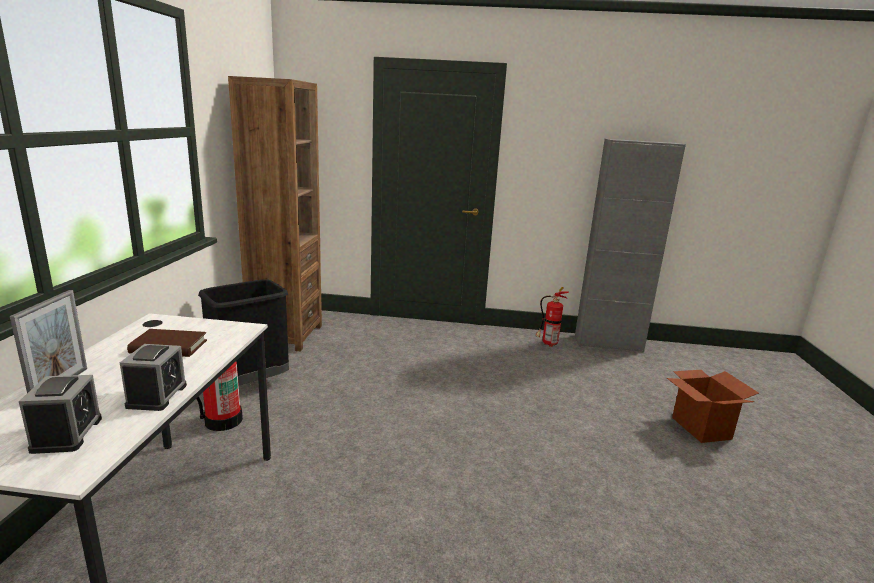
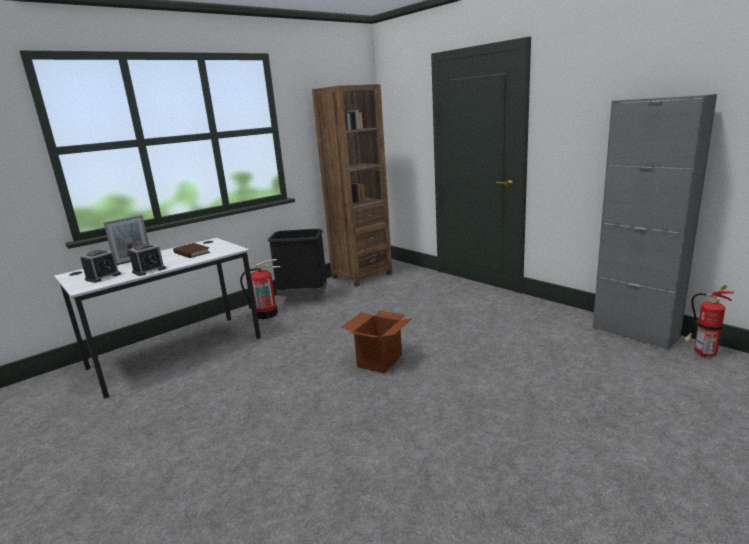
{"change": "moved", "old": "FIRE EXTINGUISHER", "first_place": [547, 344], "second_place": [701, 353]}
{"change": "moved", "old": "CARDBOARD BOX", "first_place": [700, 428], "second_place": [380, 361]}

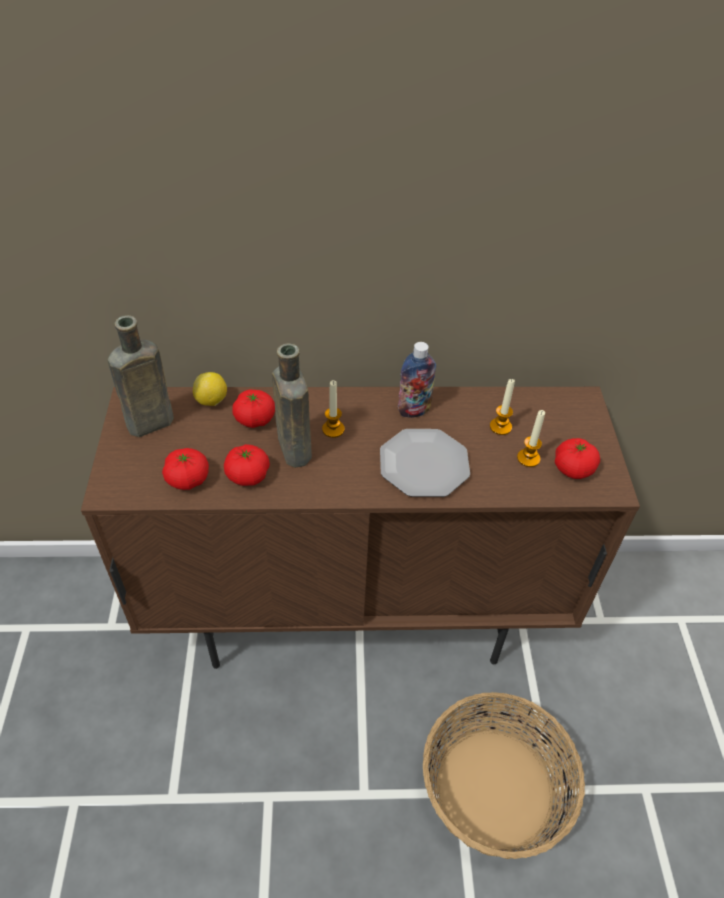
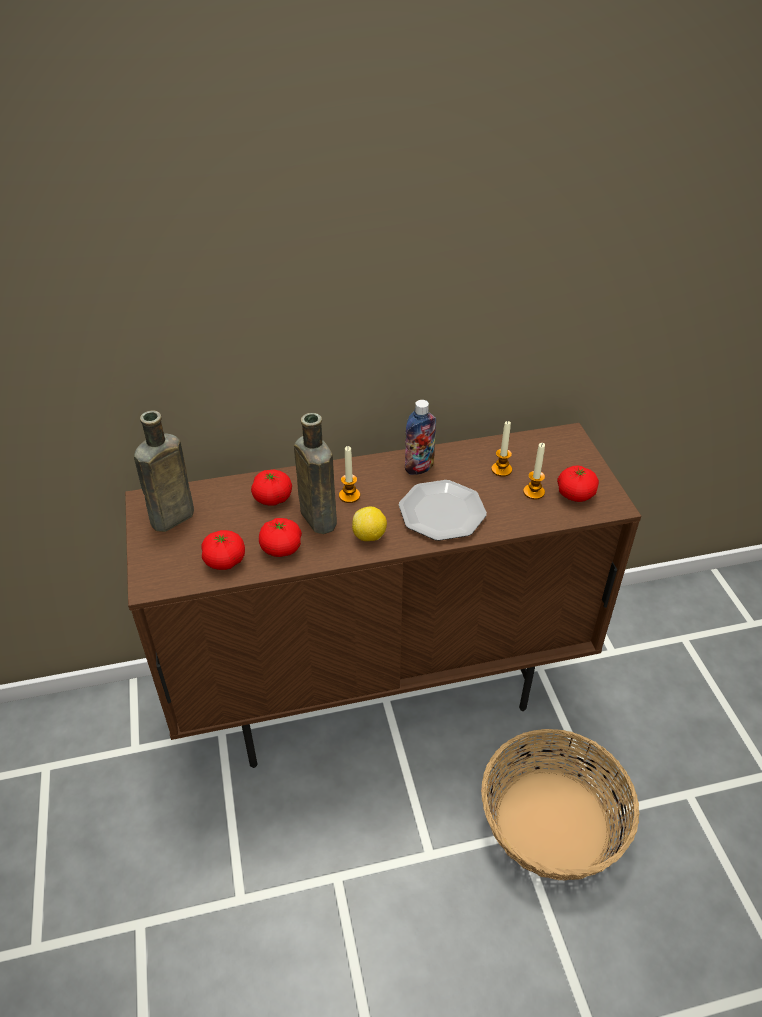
{"change": "moved", "old": "LEMON", "first_place": [212, 401], "second_place": [369, 536]}

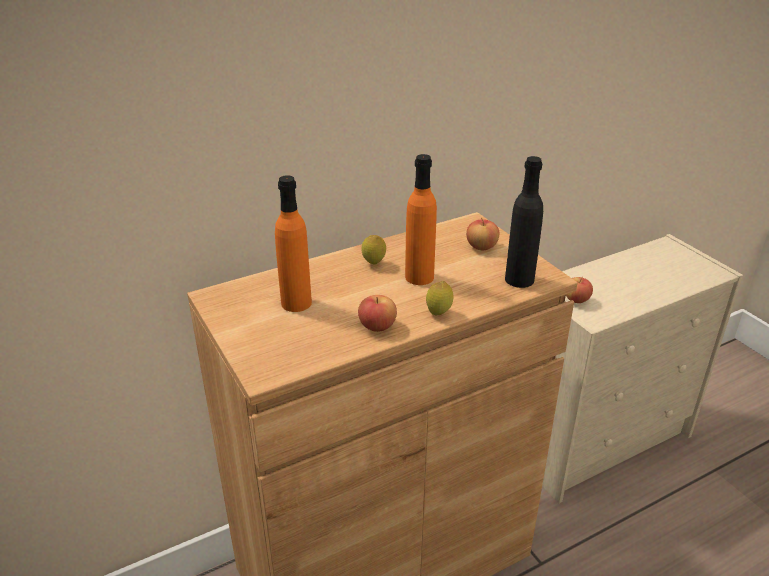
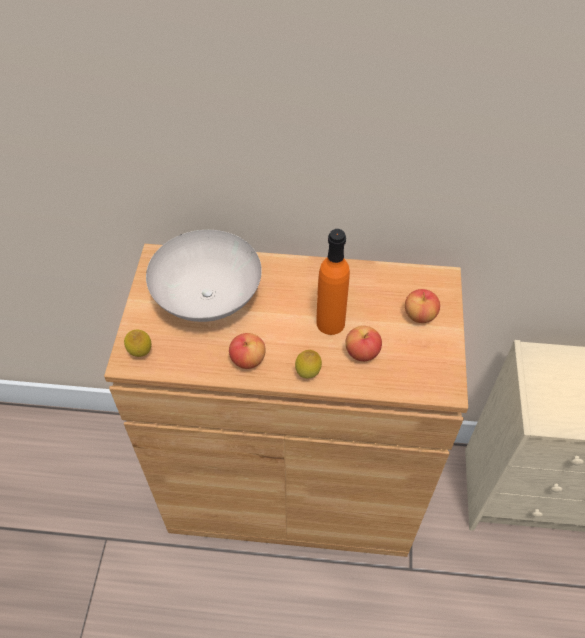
{"change": "removed", "old": "BLACK BOTTLE", "first_place": [519, 279]}
{"change": "moved", "old": "LEMON", "first_place": [373, 264], "second_place": [141, 353]}
{"change": "moved", "old": "APPLE", "first_place": [576, 299], "second_place": [362, 352]}
{"change": "replaced", "old": "ORANGE BOTTLE", "new": "WHITE BOWL", "first_place": [296, 303], "second_place": [210, 298]}

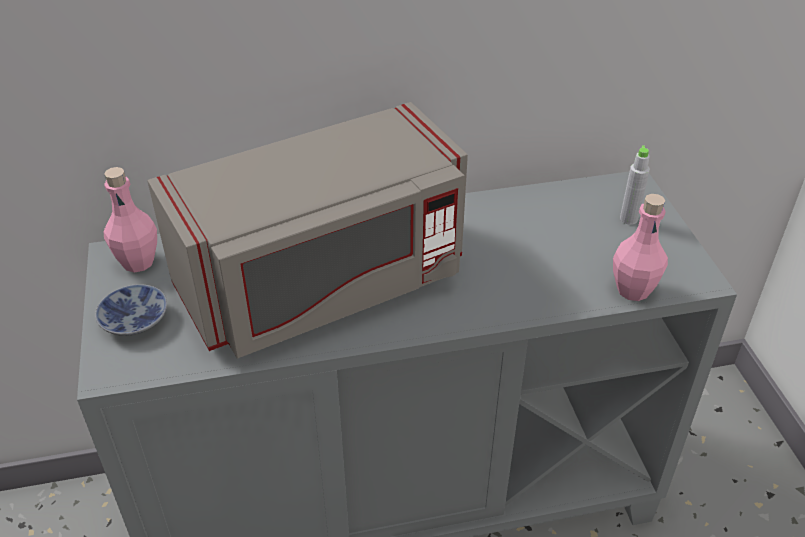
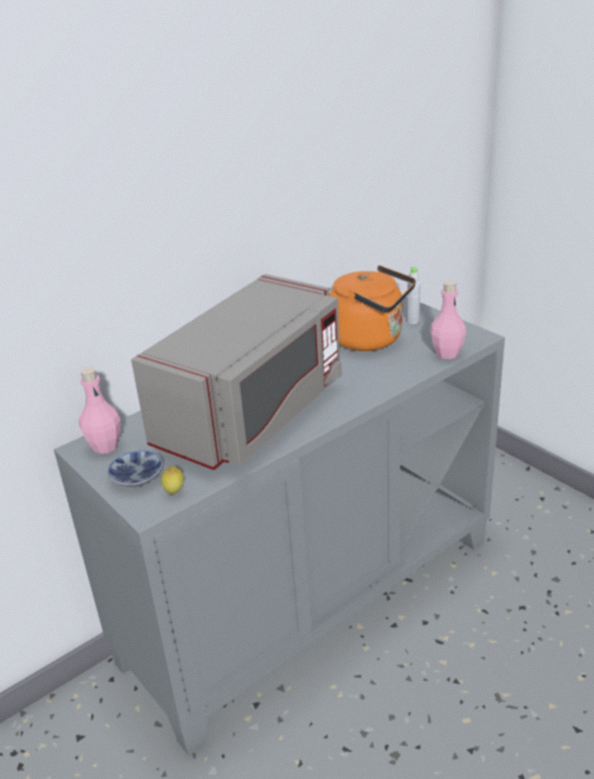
{"change": "added", "new": "LEMON", "second_place": [174, 492]}
{"change": "added", "new": "ORANGE KETTLE", "second_place": [371, 339]}

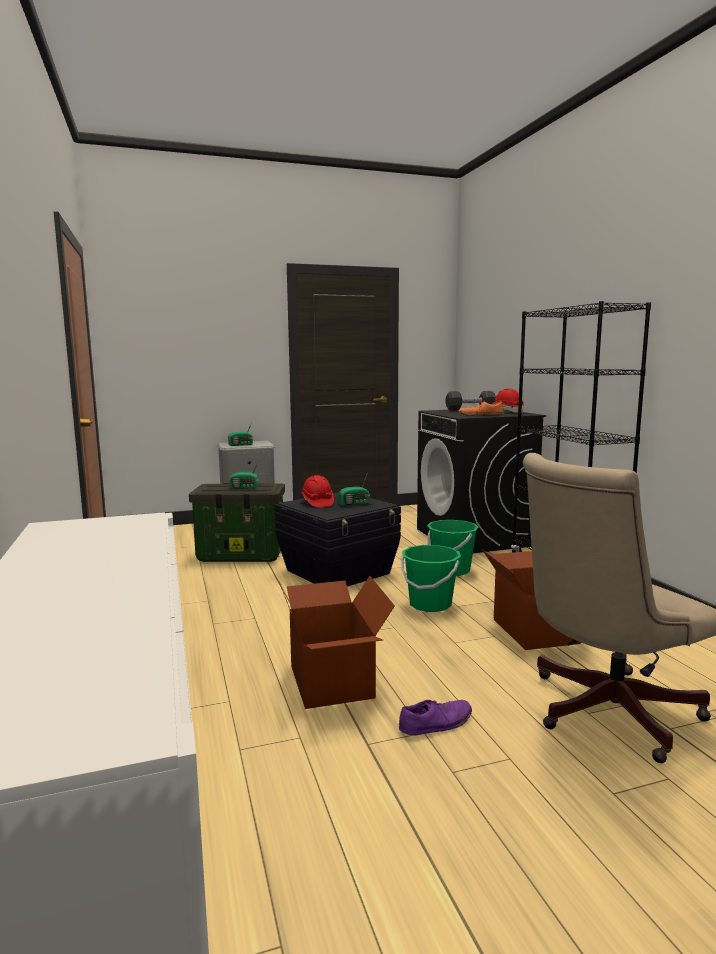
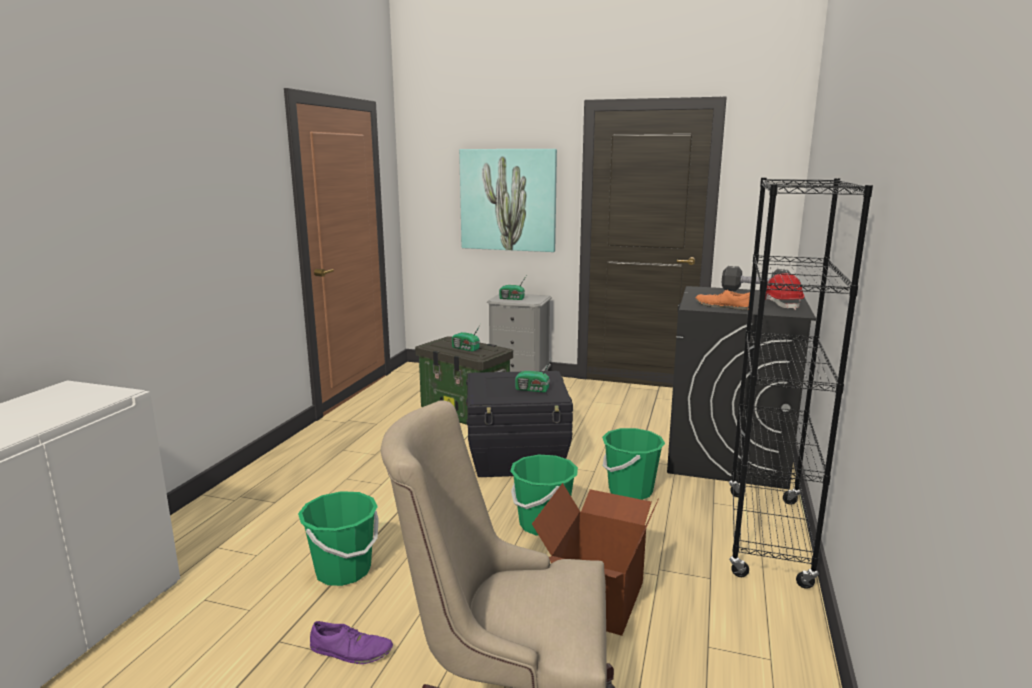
{"change": "removed", "old": "RED HARD HAT", "first_place": [317, 502]}
{"change": "added", "new": "PICTURE", "second_place": [508, 200]}
{"change": "replaced", "old": "CARDBOARD BOX", "new": "GREEN BUCKET", "first_place": [333, 681], "second_place": [343, 571]}

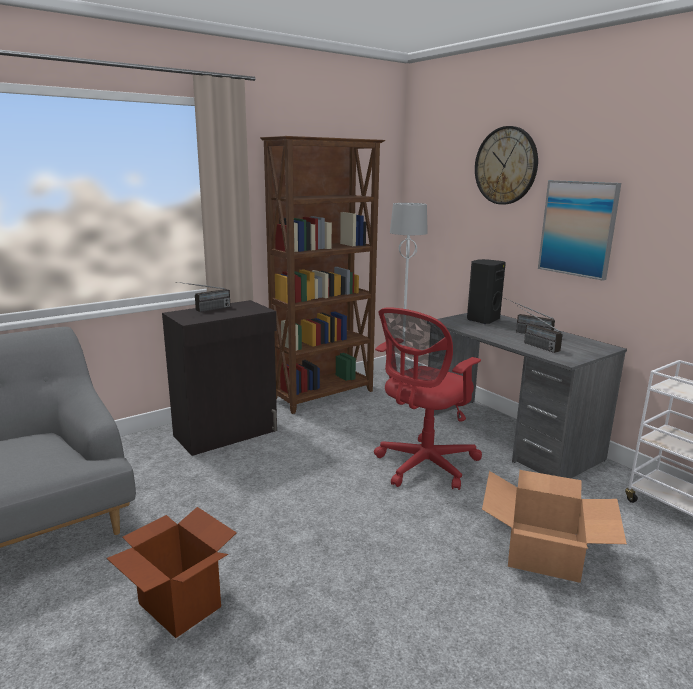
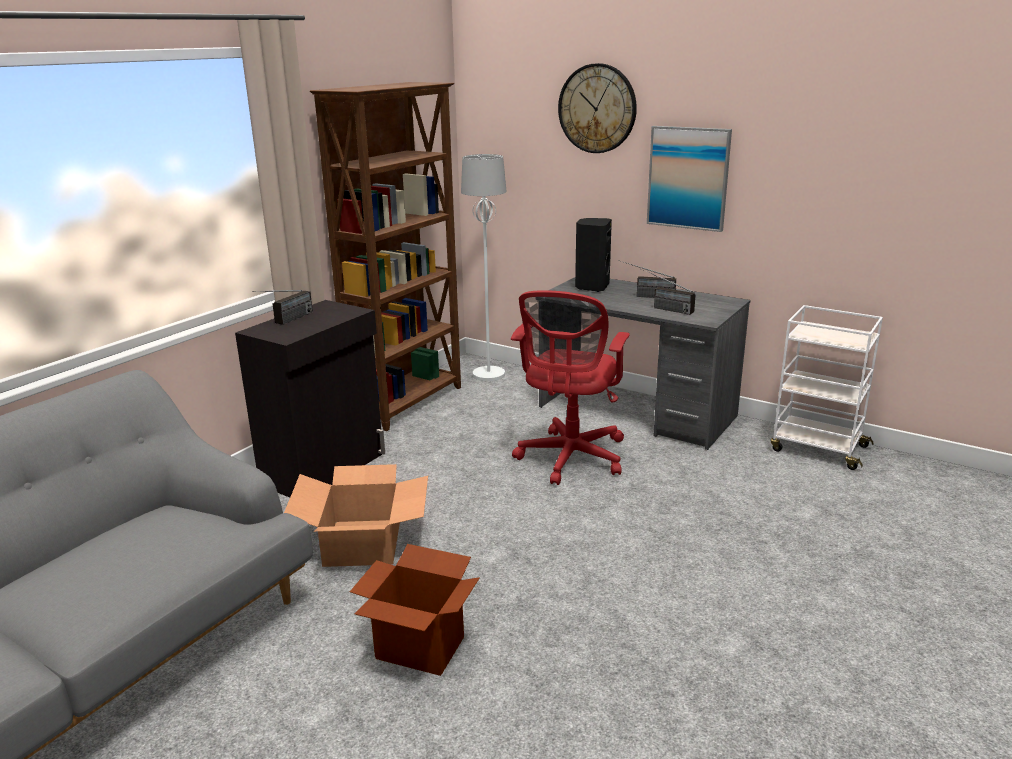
{"change": "moved", "old": "CARDBOARD BOX", "first_place": [544, 550], "second_place": [364, 542]}

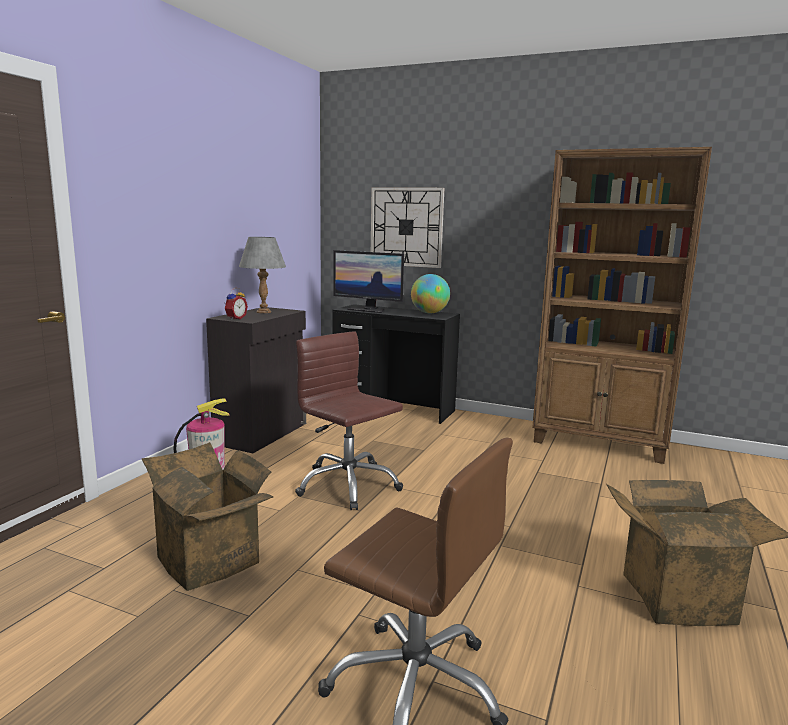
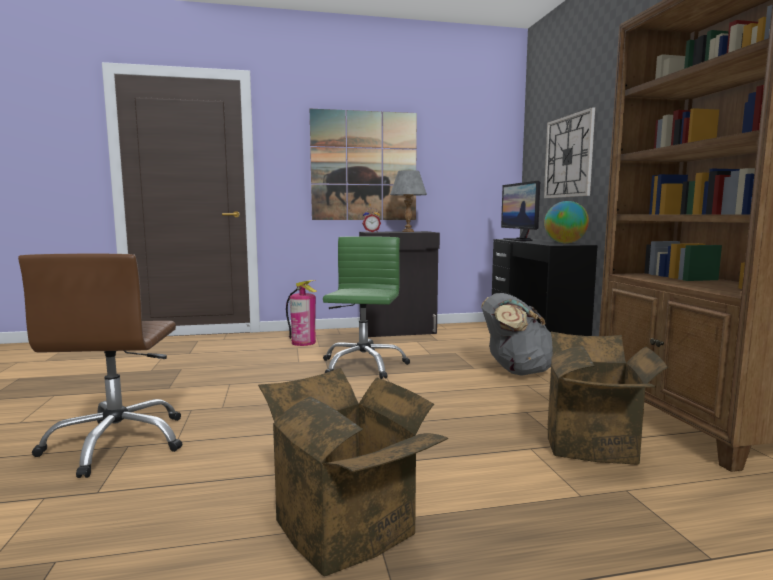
{"change": "added", "new": "PICTURE", "second_place": [364, 166]}
{"change": "added", "new": "GREY BACKPACK", "second_place": [516, 371]}
{"change": "moved", "old": "CARDBOARD BOX", "first_place": [213, 559], "second_place": [595, 444]}
{"change": "recoloured", "old": "BROWN OFFICE CHAIR", "new": "GREEN OFFICE CHAIR", "first_place": [347, 485], "second_place": [363, 365]}

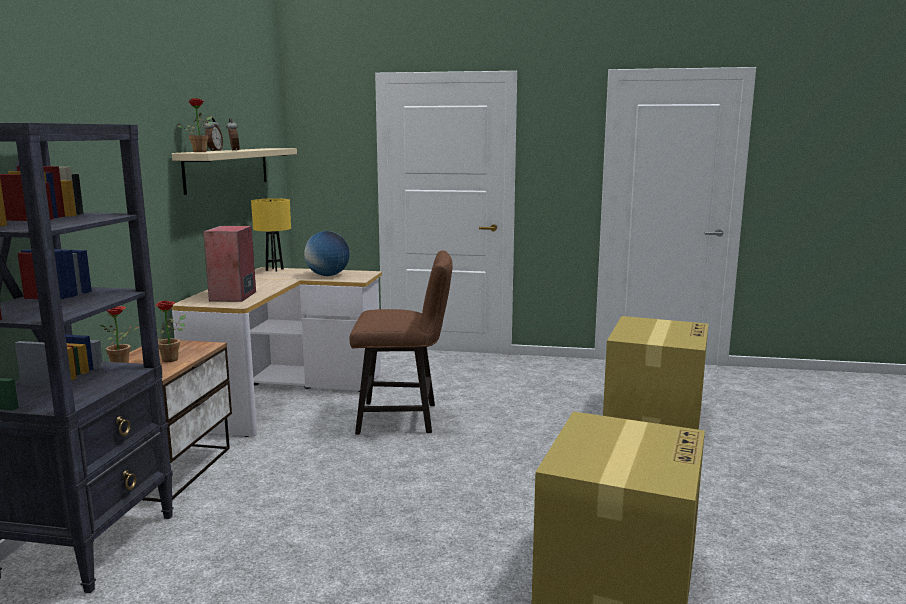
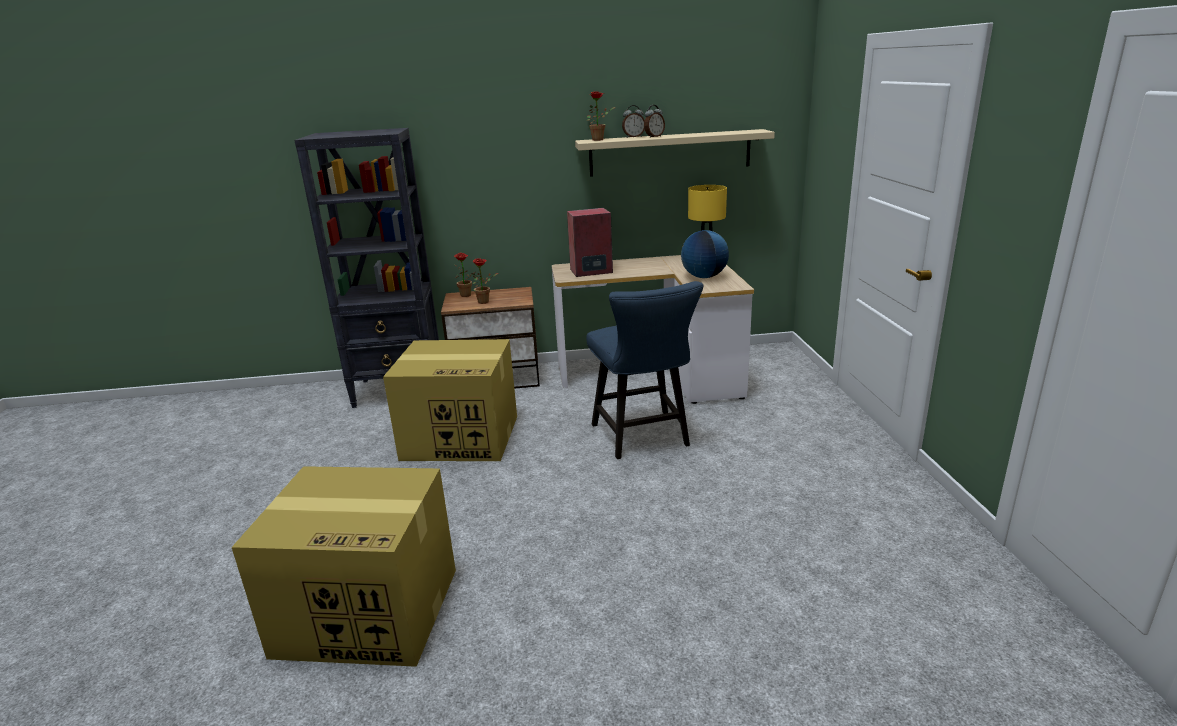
{"change": "moved", "old": "CARDBOARD BOX", "first_place": [653, 414], "second_place": [462, 437]}
{"change": "recoloured", "old": "BROWN CHAIR", "new": "BLUE CHAIR", "first_place": [404, 418], "second_place": [643, 438]}

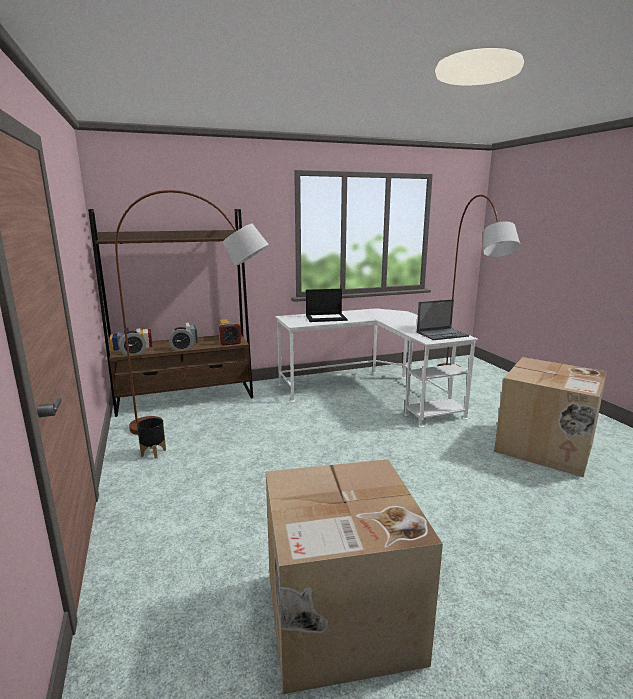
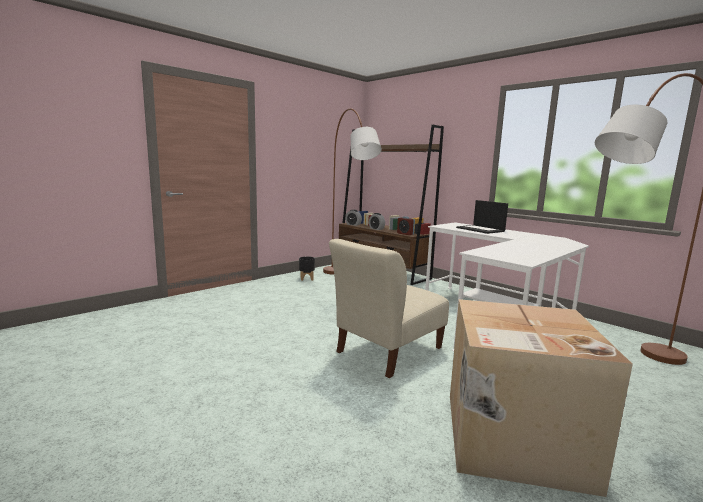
{"change": "removed", "old": "CARDBOARD BOX", "first_place": [339, 618]}
{"change": "removed", "old": "LAPTOP", "first_place": [442, 334]}
{"change": "added", "new": "BEIGE CHAIR", "second_place": [386, 352]}

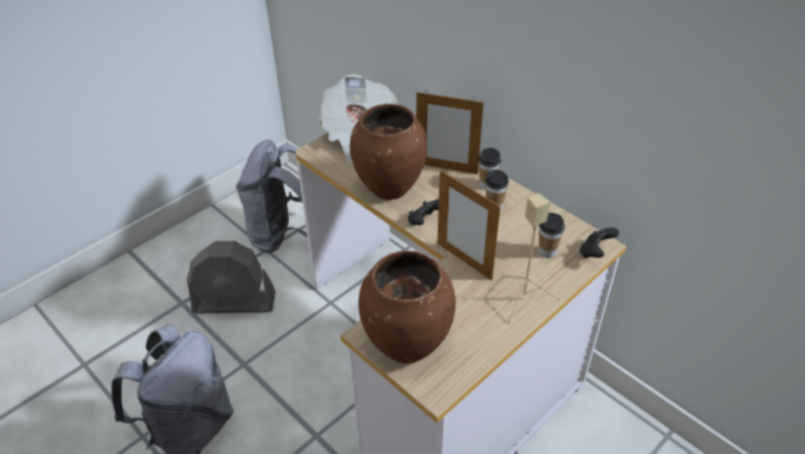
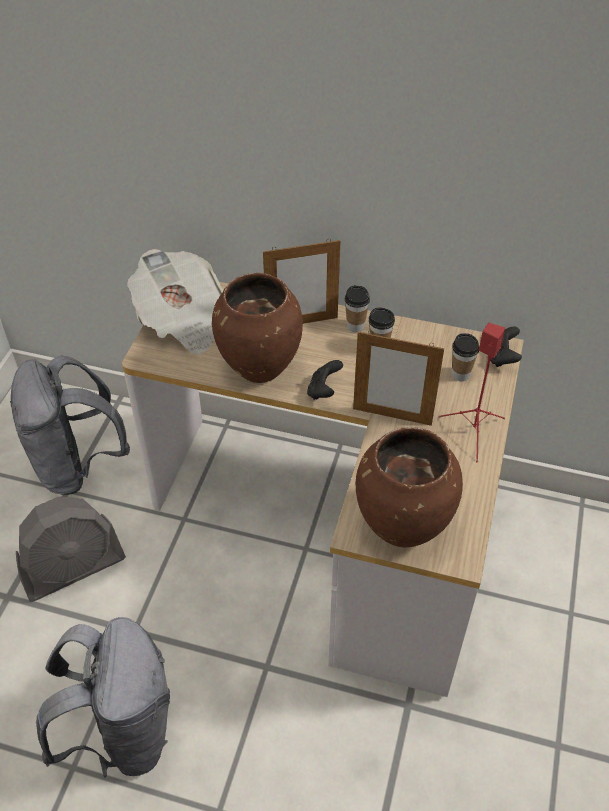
{"change": "recoloured", "old": "BEIGE SPEAKER", "new": "RED SPEAKER", "first_place": [524, 299], "second_place": [473, 431]}

